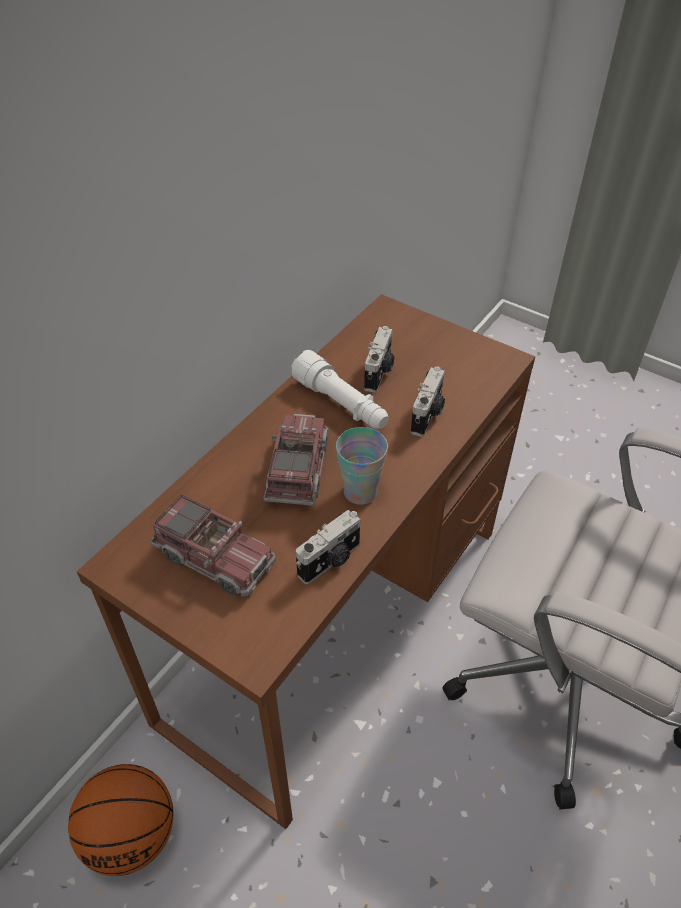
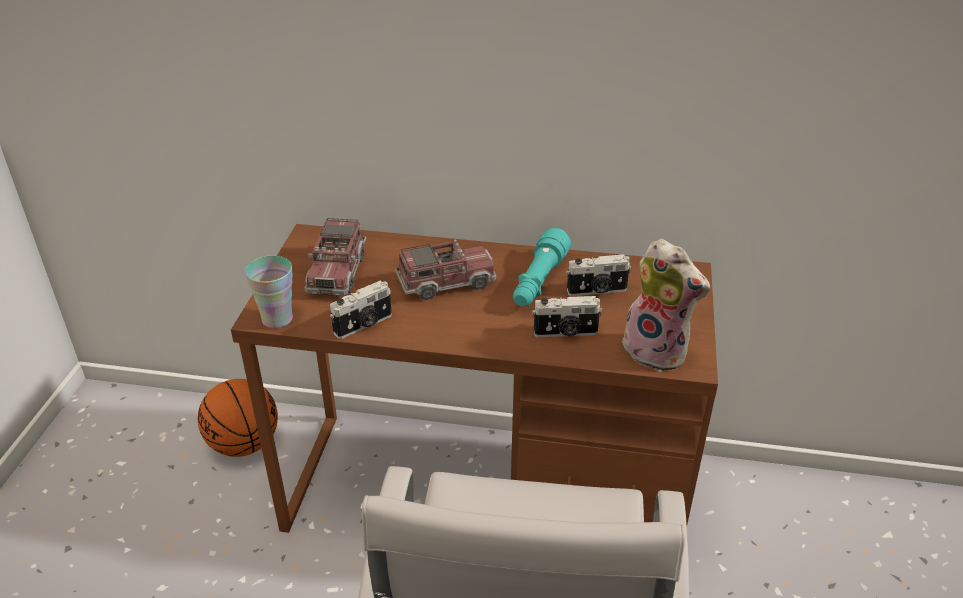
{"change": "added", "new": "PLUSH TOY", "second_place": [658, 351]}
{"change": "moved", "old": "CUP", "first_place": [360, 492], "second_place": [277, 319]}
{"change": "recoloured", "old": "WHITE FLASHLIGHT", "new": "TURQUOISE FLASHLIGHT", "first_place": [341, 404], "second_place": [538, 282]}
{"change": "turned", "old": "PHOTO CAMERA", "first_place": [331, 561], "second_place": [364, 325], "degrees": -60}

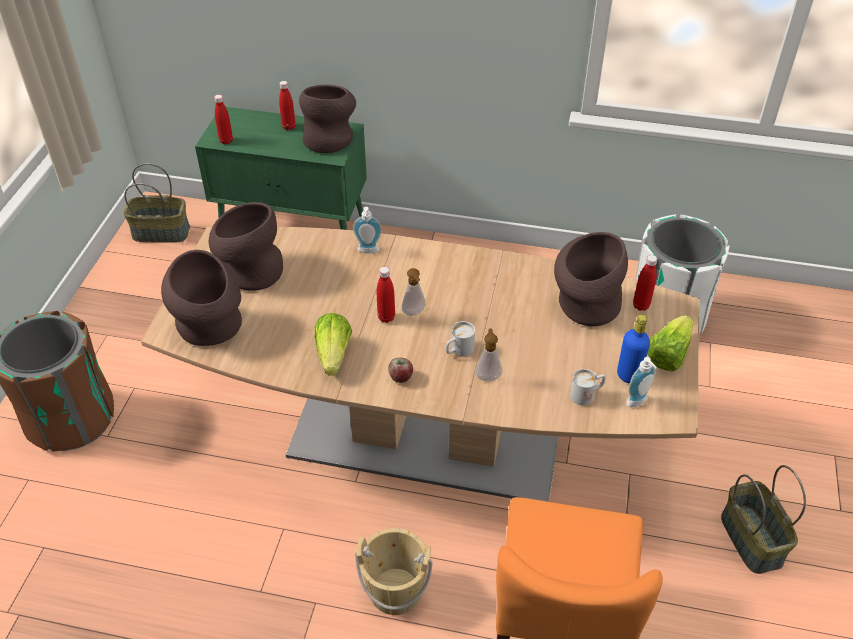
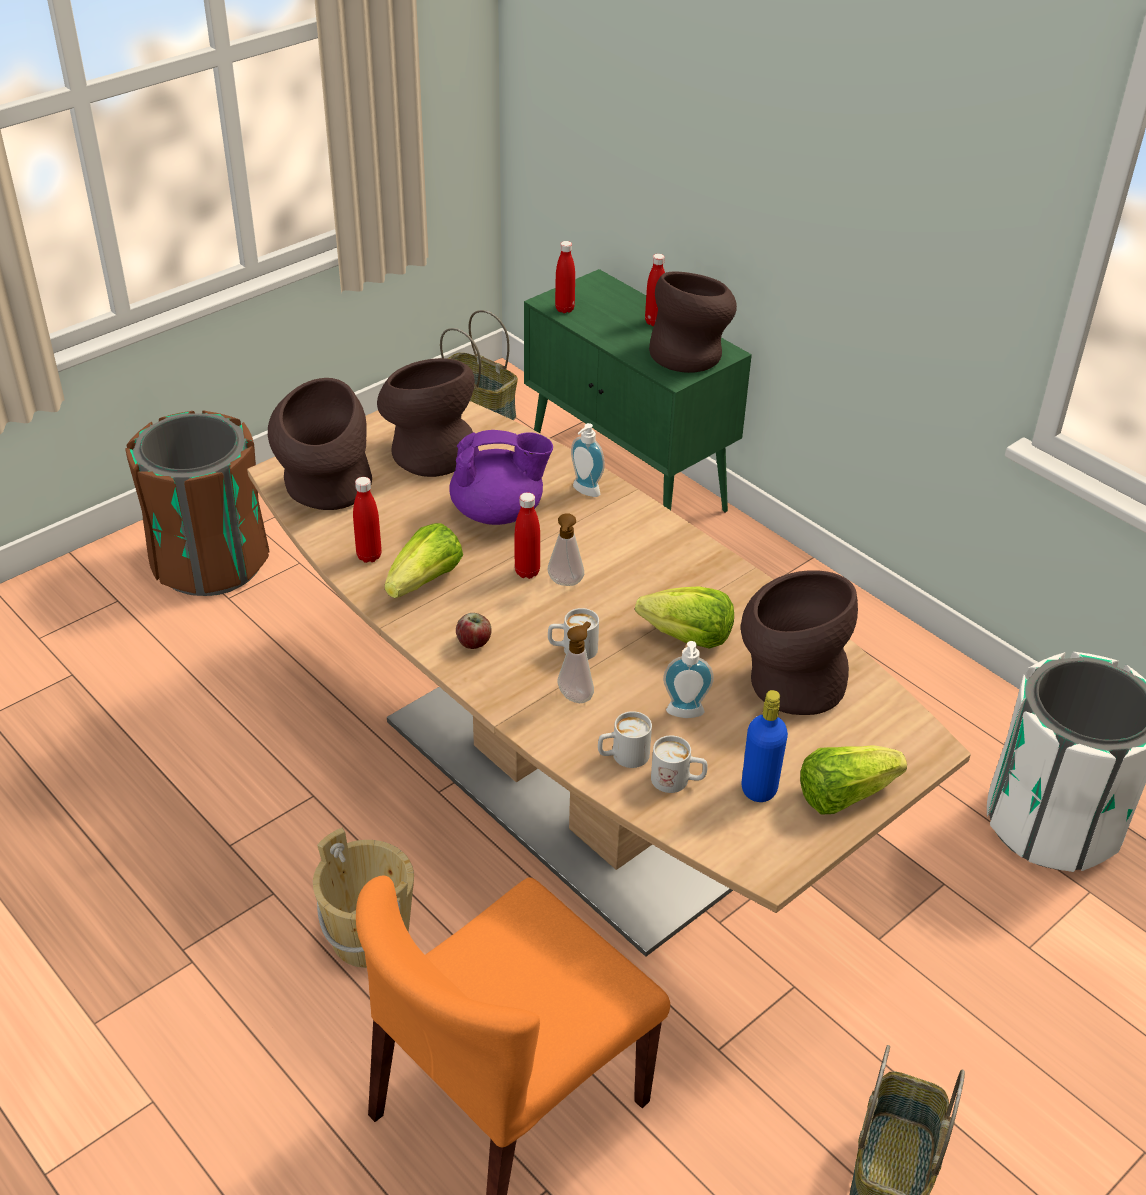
{"change": "added", "new": "PURPLE TEAPOT", "second_place": [499, 512]}
{"change": "added", "new": "WHITE MUG", "second_place": [622, 756]}
{"change": "added", "new": "LETTUCE", "second_place": [687, 637]}
{"change": "moved", "old": "SOAP DISPENSER", "first_place": [638, 402], "second_place": [685, 715]}
{"change": "moved", "old": "RED BOTTLE", "first_place": [641, 306], "second_place": [369, 556]}

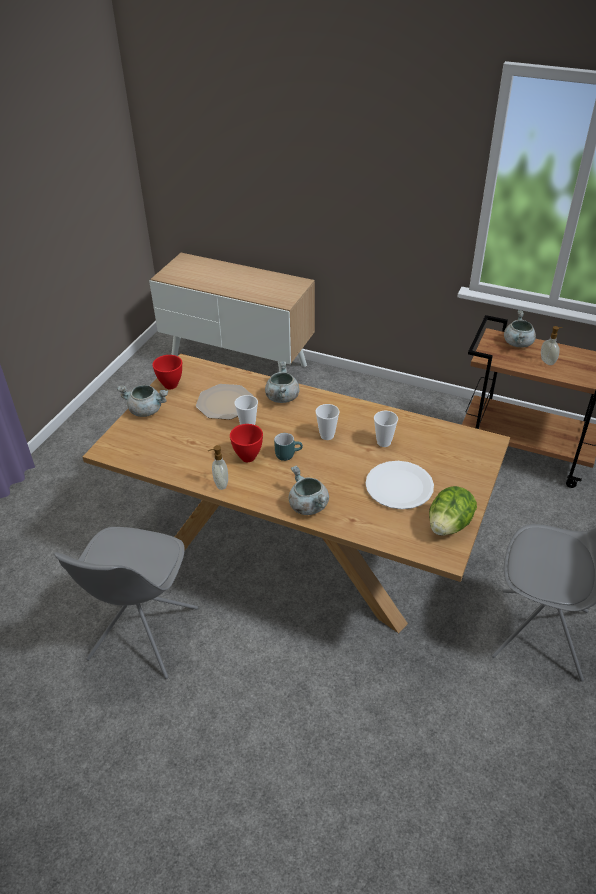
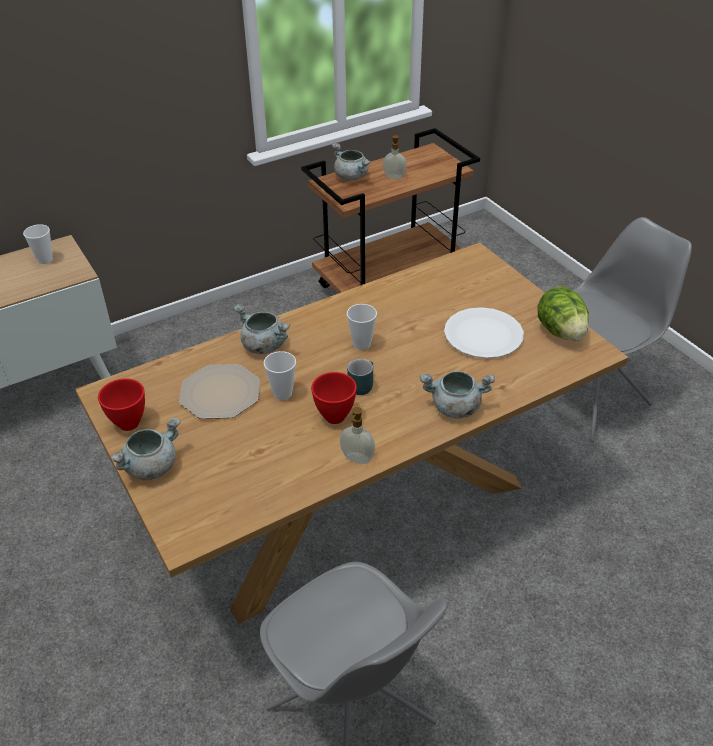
{"change": "moved", "old": "CUP", "first_place": [384, 442], "second_place": [45, 259]}

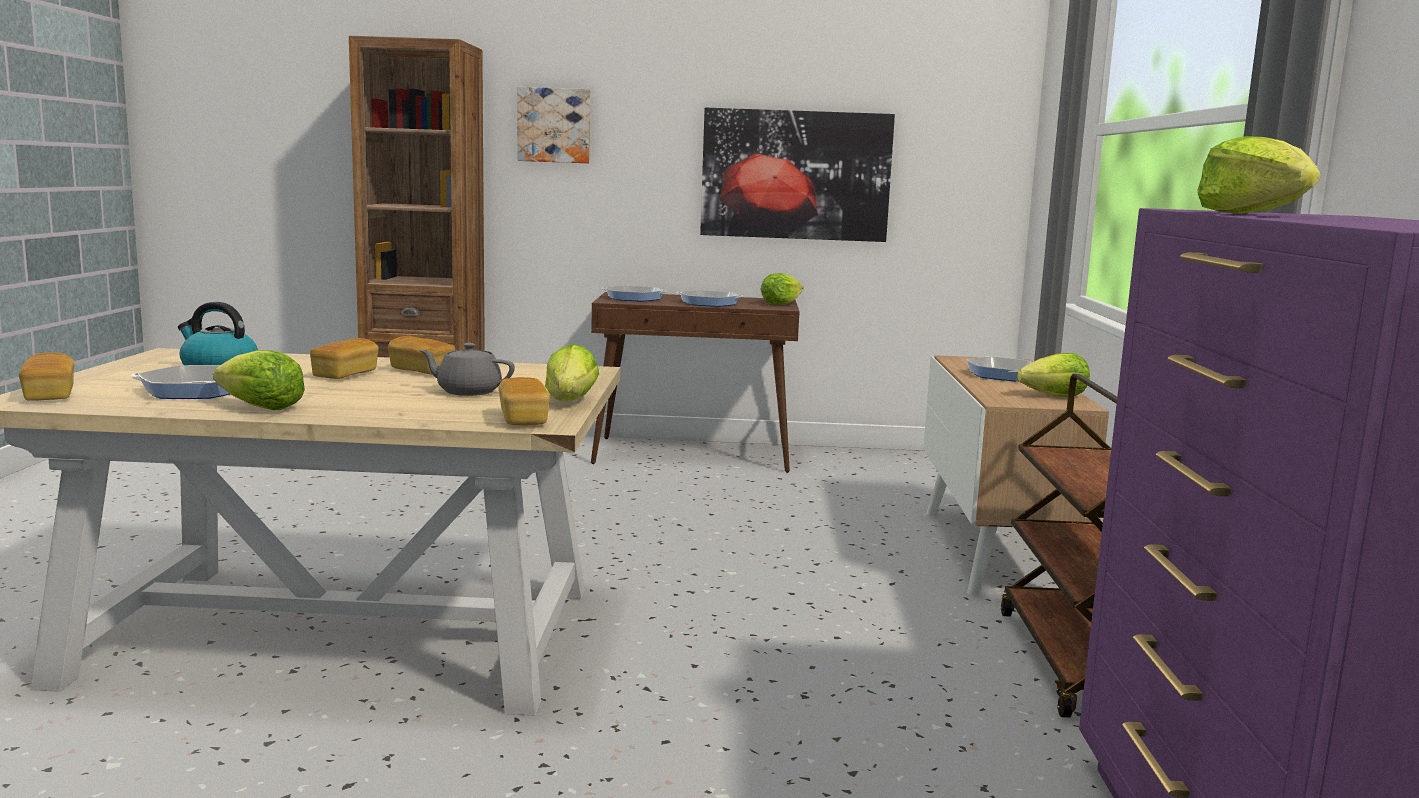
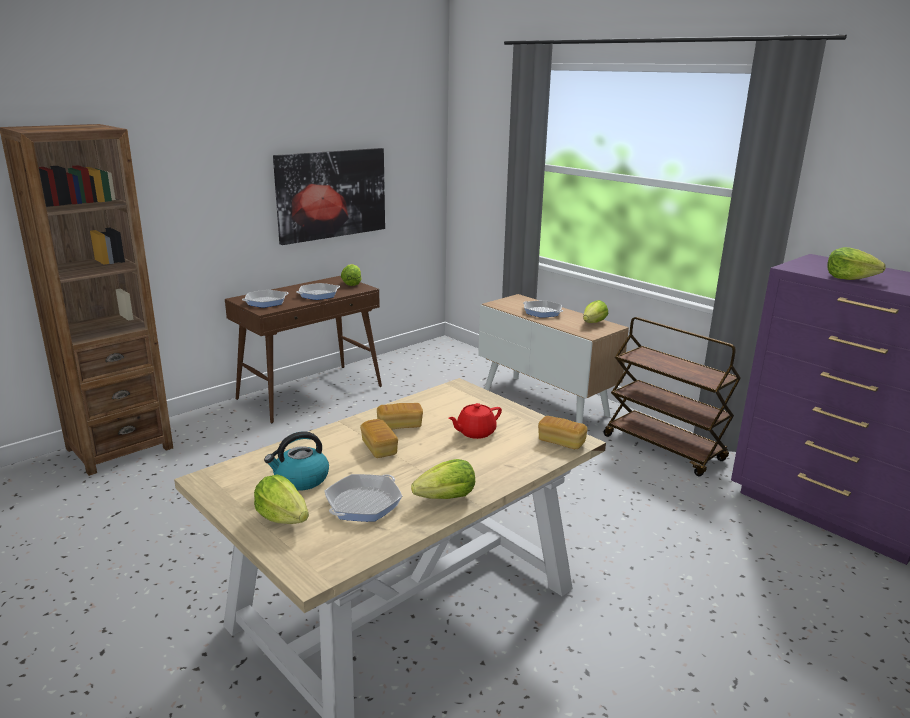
{"change": "removed", "old": "BREAD", "first_place": [49, 395]}
{"change": "removed", "old": "PICTURE", "first_place": [554, 125]}
{"change": "moved", "old": "LETTUCE", "first_place": [570, 401], "second_place": [283, 518]}
{"change": "recoloured", "old": "GREY TEAPOT", "new": "RED TEAPOT", "first_place": [468, 392], "second_place": [475, 432]}

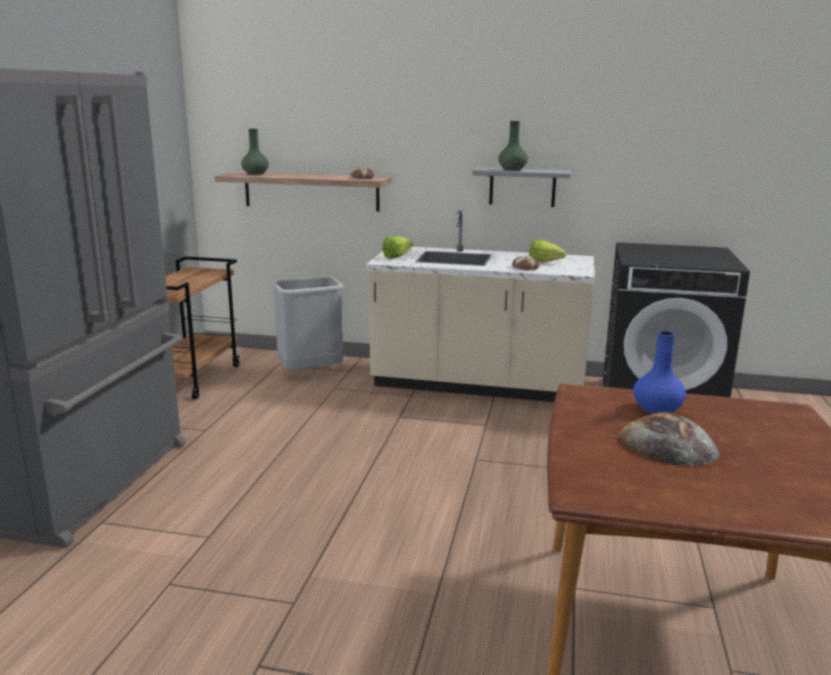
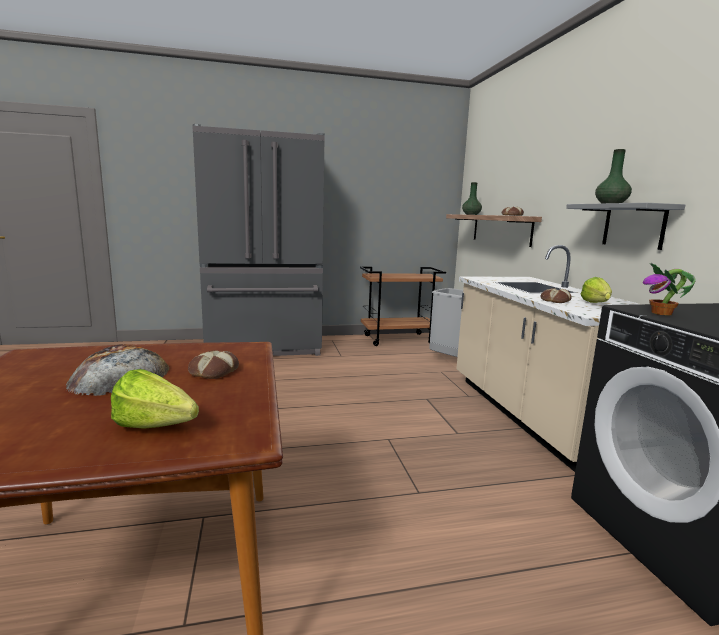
{"change": "added", "new": "POTTED PLANT", "second_place": [662, 313]}
{"change": "moved", "old": "LETTUCE", "first_place": [399, 256], "second_place": [159, 429]}
{"change": "replaced", "old": "BLUE VASE", "new": "BREAD", "first_place": [657, 410], "second_place": [213, 371]}

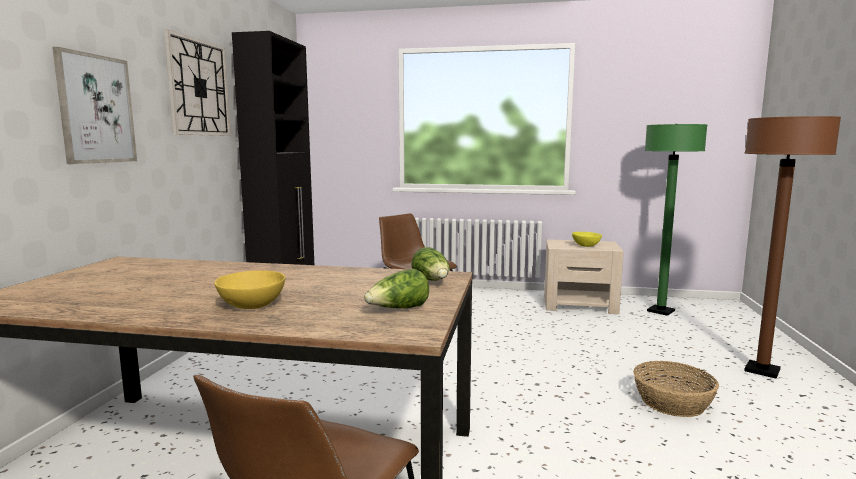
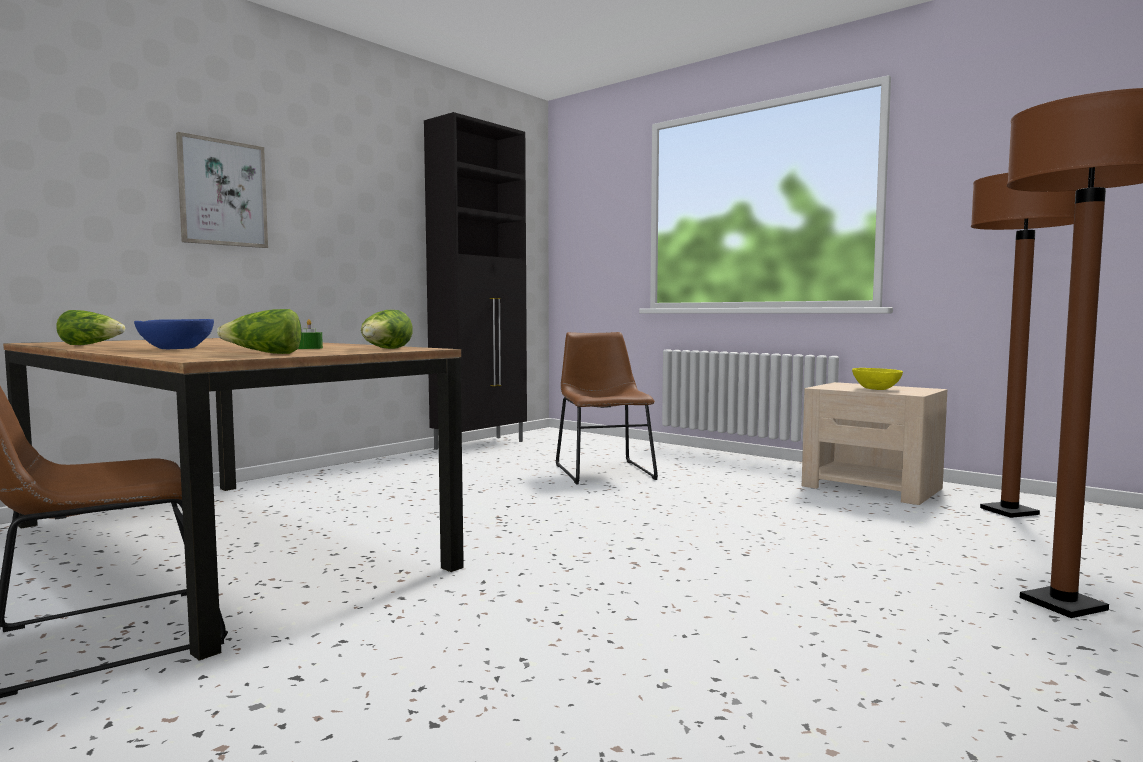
{"change": "removed", "old": "WALL CLOCK", "first_place": [198, 88]}
{"change": "removed", "old": "BASKET", "first_place": [673, 402]}
{"change": "added", "new": "LETTUCE", "second_place": [91, 345]}
{"change": "added", "new": "GREEN CANDLE", "second_place": [309, 348]}
{"change": "recoloured", "old": "YELLOW BOWL", "new": "BLUE BOWL", "first_place": [252, 305], "second_place": [176, 349]}
{"change": "recoloured", "old": "GREEN FLOOR LAMP", "new": "BROWN FLOOR LAMP", "first_place": [660, 311], "second_place": [1009, 512]}

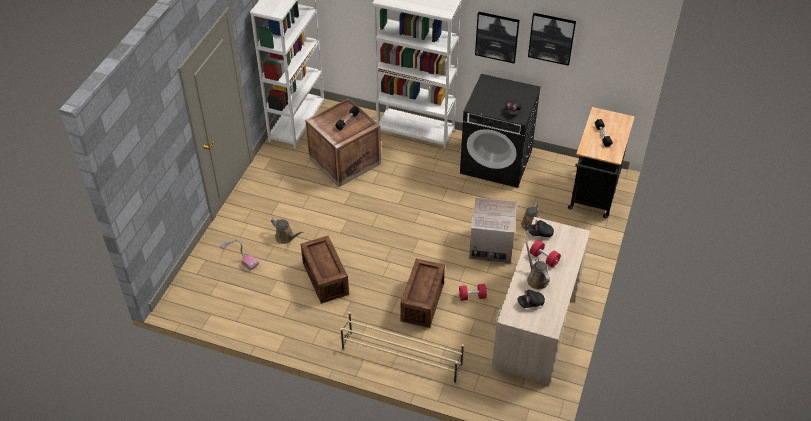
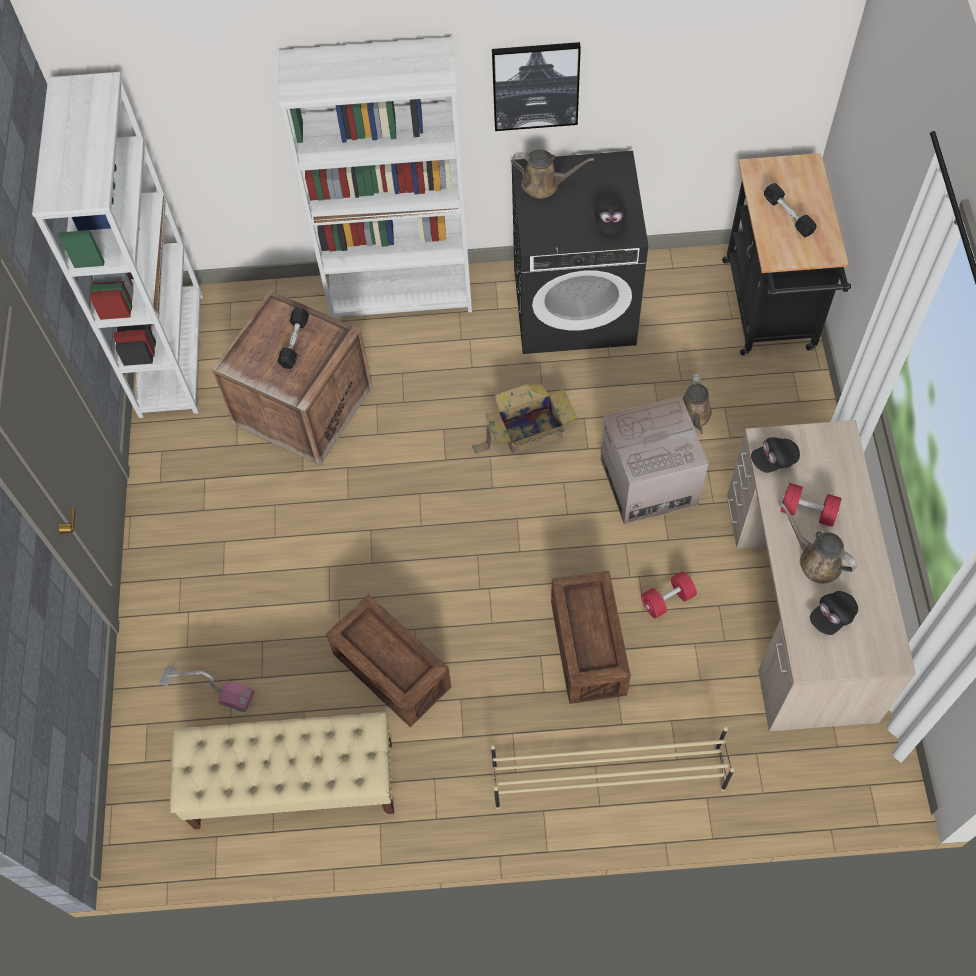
{"change": "removed", "old": "PICTURE", "first_place": [551, 38]}
{"change": "added", "new": "BEIGE BENCH", "second_place": [293, 785]}
{"change": "added", "new": "CARDBOARD BOX", "second_place": [527, 431]}
{"change": "moved", "old": "BROWN WATERING CAN", "first_place": [286, 237], "second_place": [544, 184]}

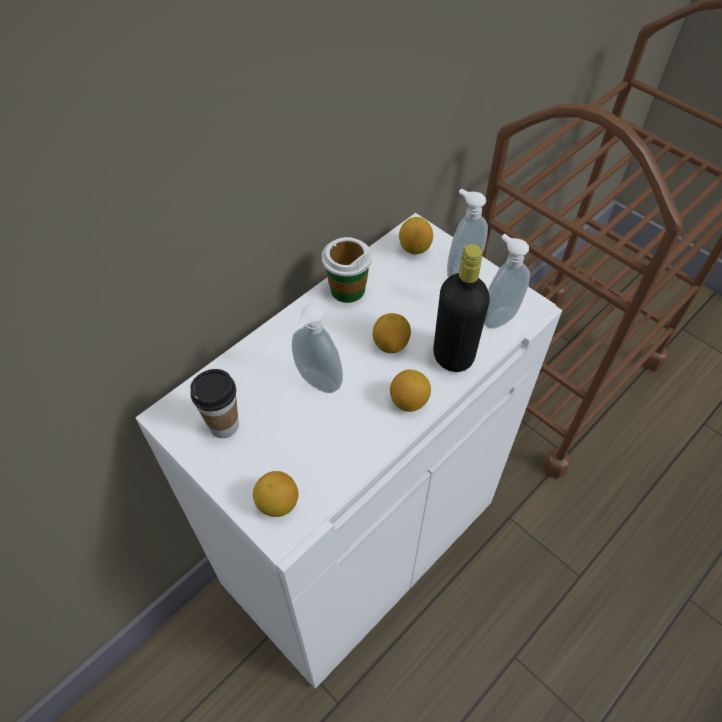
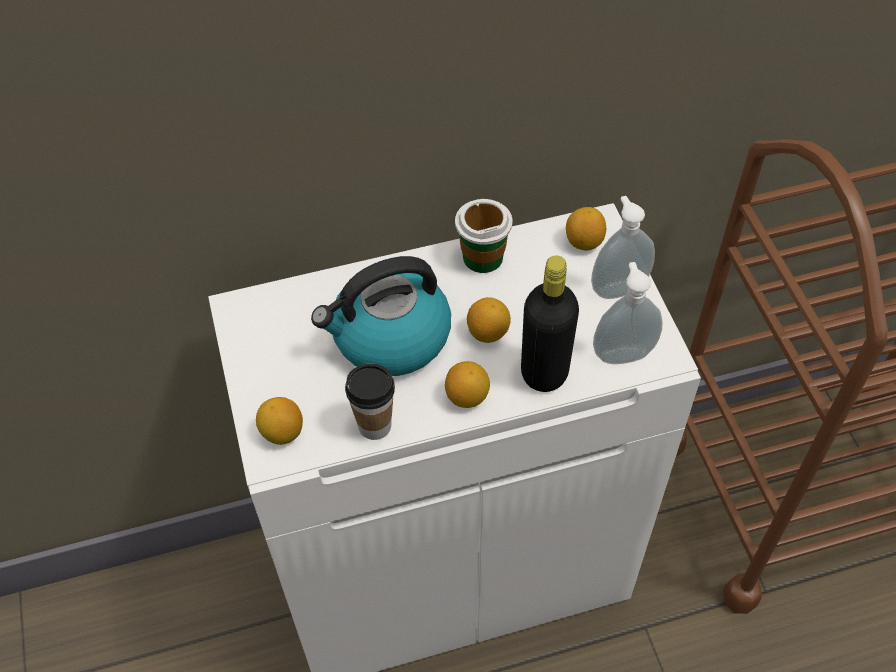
{"change": "moved", "old": "CUP", "first_place": [224, 425], "second_place": [374, 425]}
{"change": "replaced", "old": "SOAP DISPENSER", "new": "KETTLE", "first_place": [316, 383], "second_place": [389, 338]}

